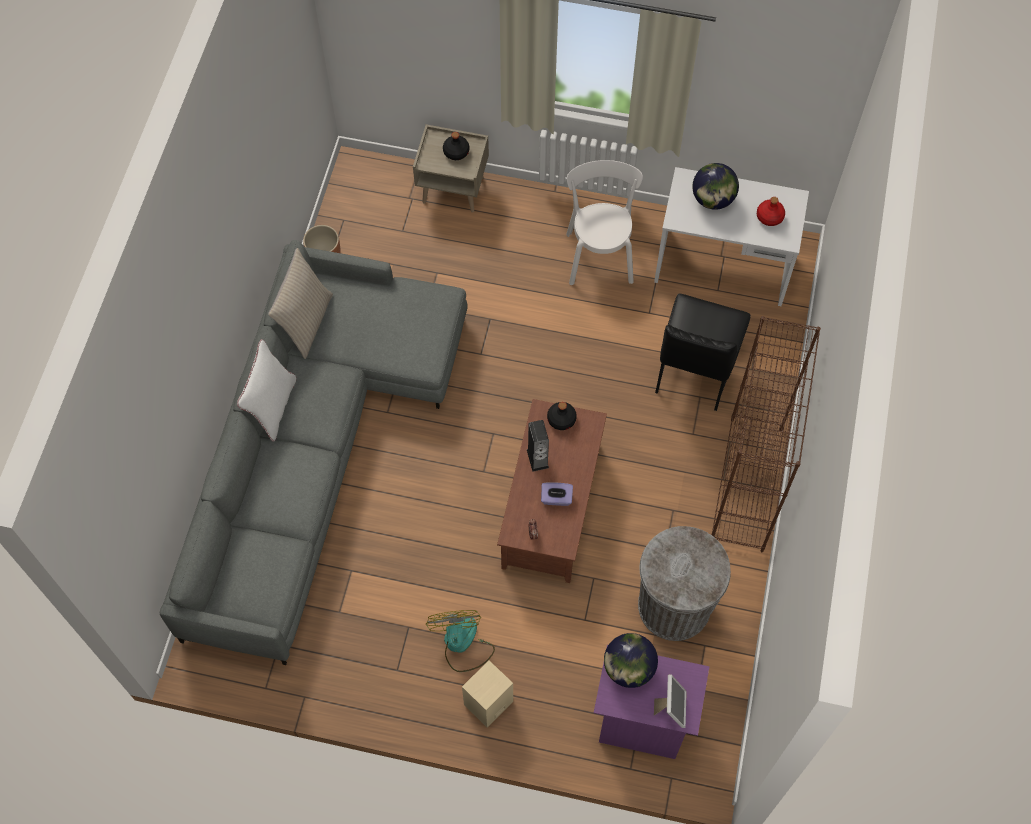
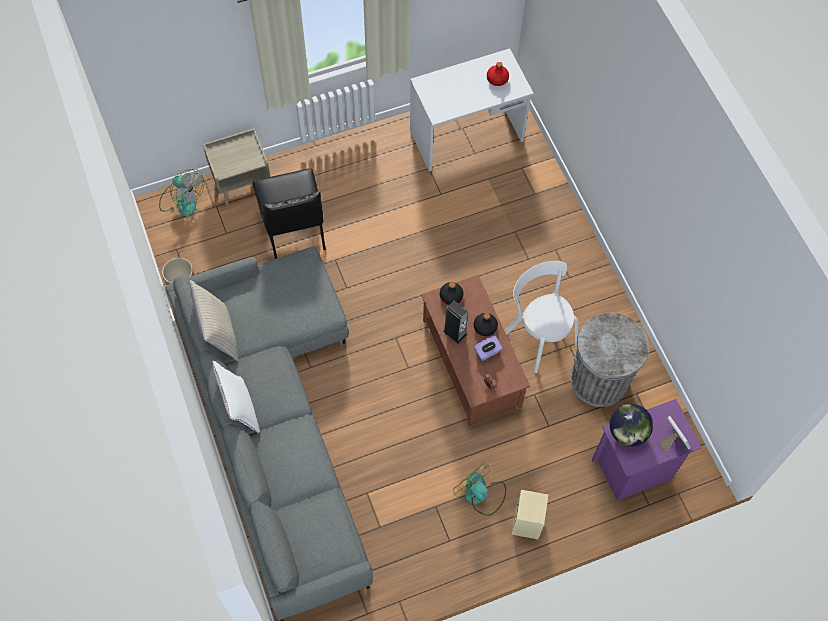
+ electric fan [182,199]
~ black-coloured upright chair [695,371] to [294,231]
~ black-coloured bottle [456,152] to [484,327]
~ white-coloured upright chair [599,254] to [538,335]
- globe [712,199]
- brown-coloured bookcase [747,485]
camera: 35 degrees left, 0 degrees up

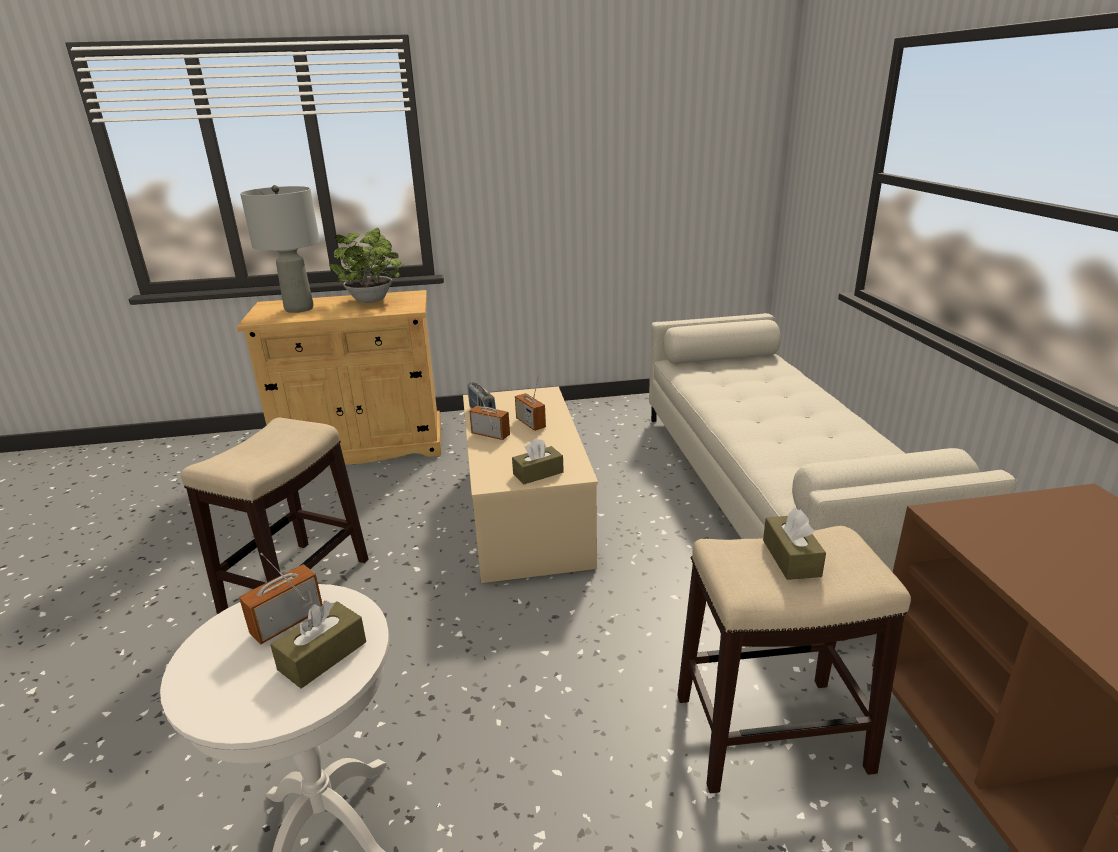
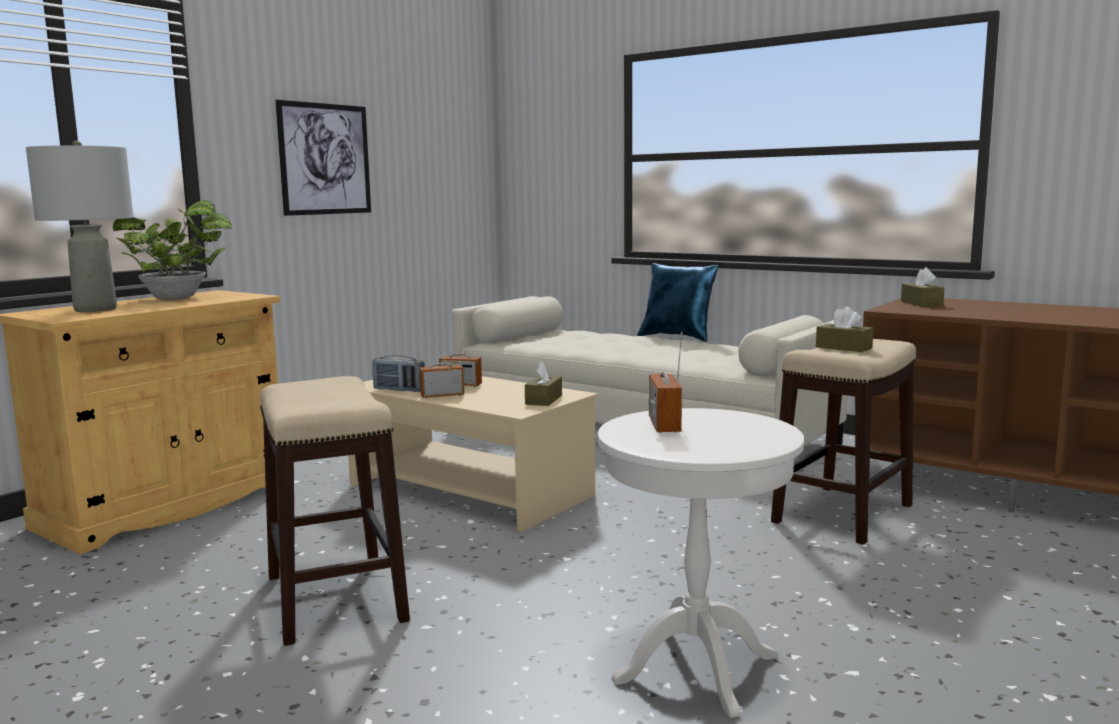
+ wall picture [325,159]
+ blue-coloured throw pillow [678,337]
~ brown-coloured tissue holder [322,656] to [921,303]
camera: 45 degrees left, 15 degrees down

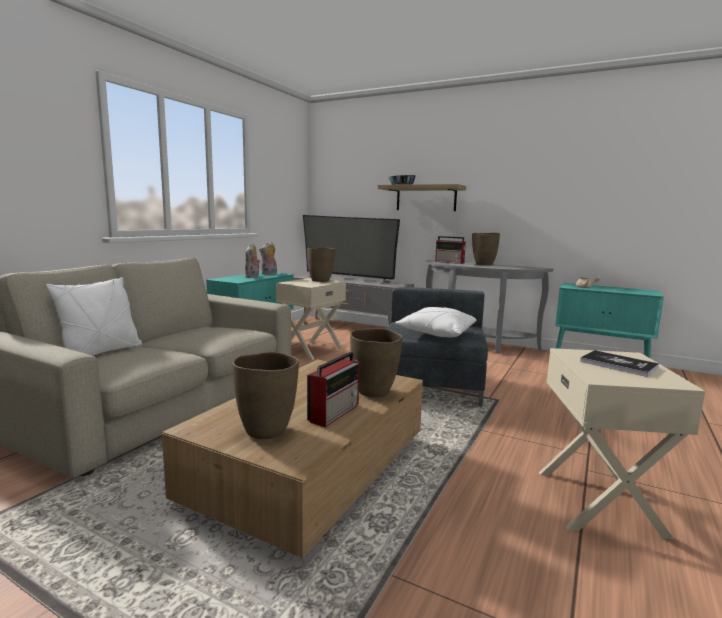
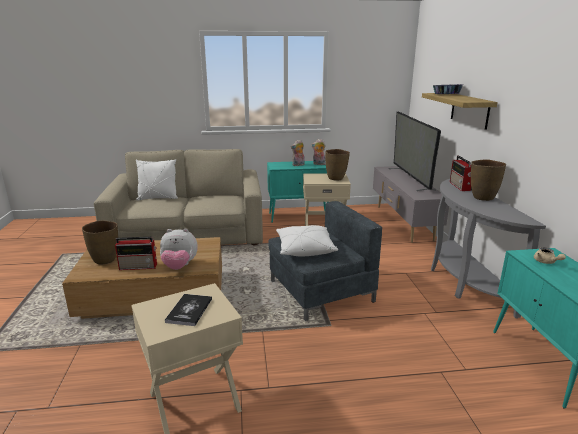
~ brown-coloured vase [374,392] to soft toy [179,266]
camera: 55 degrees right, 10 degrees up

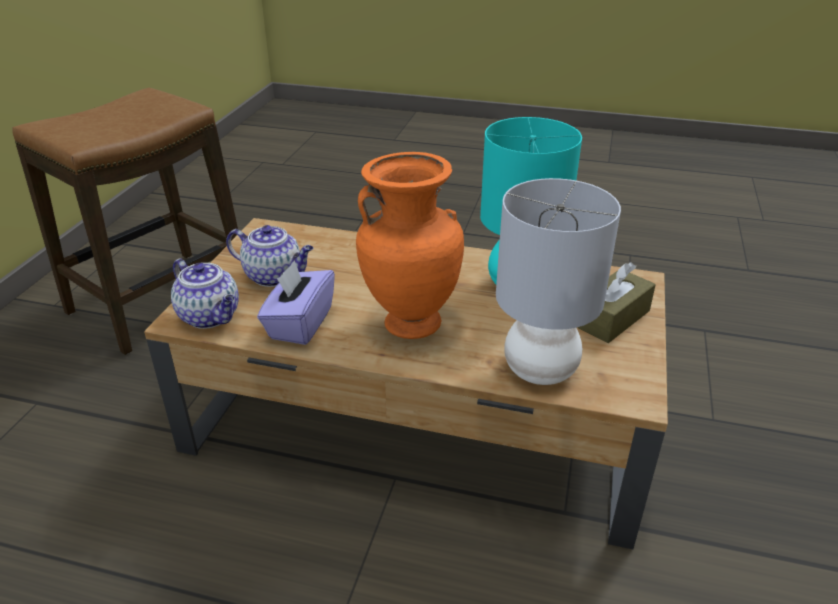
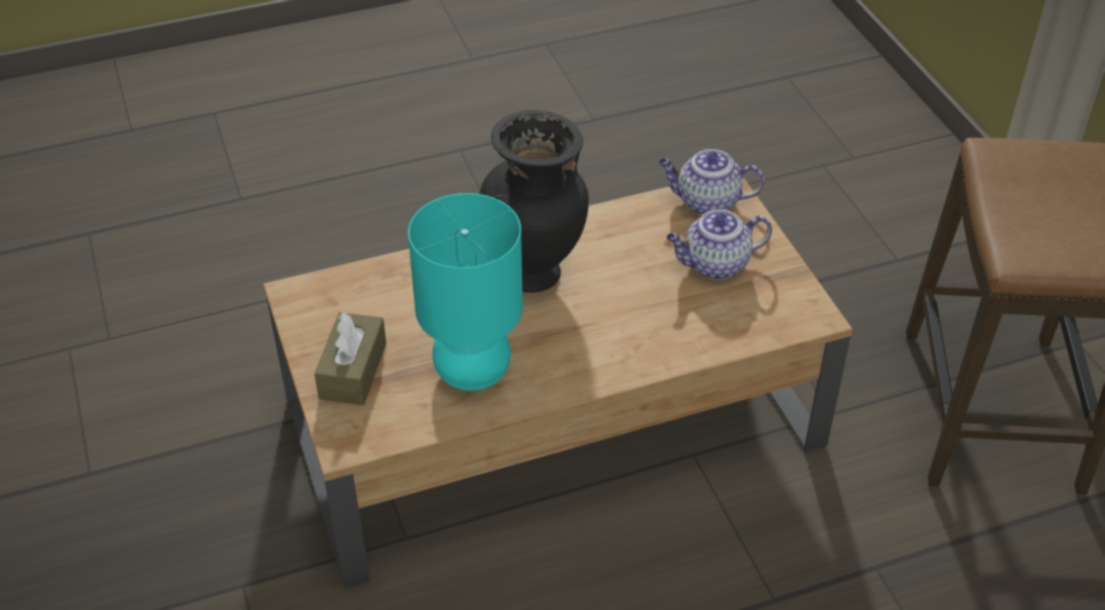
~ orange vase [411,323] to black-coloured vase [534,276]
- purple-coloured tissue holder [300,324]
- gray table lamp [539,370]
camera: 145 degrees right, 10 degrees up

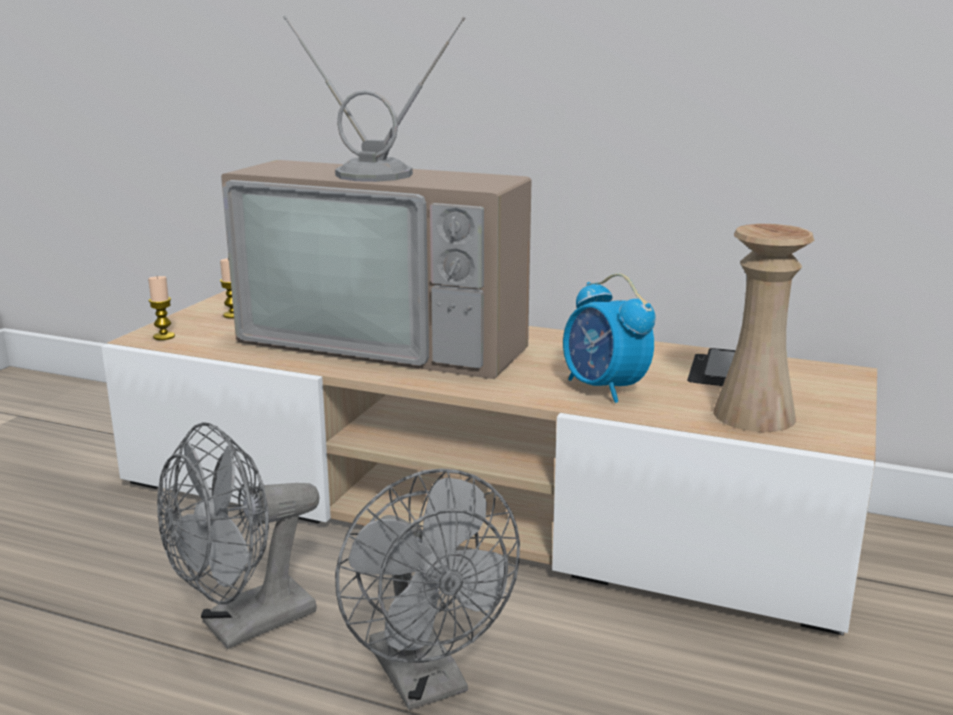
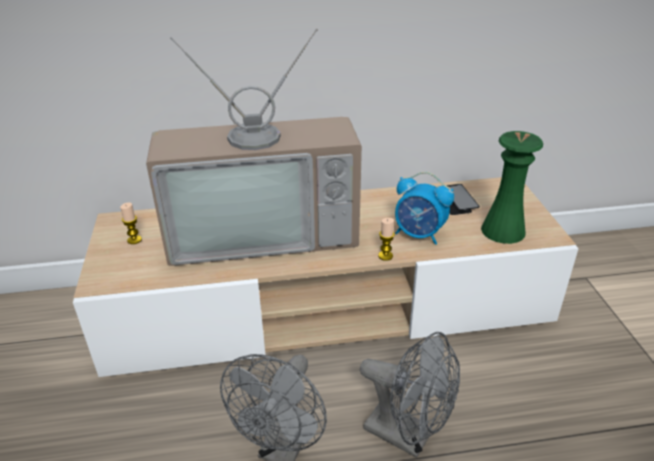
~ wax candle [164,336] to [385,256]
~ sand-coloured vase [754,415] to green vase [503,230]
camera: 30 degrees left, 15 degrees up

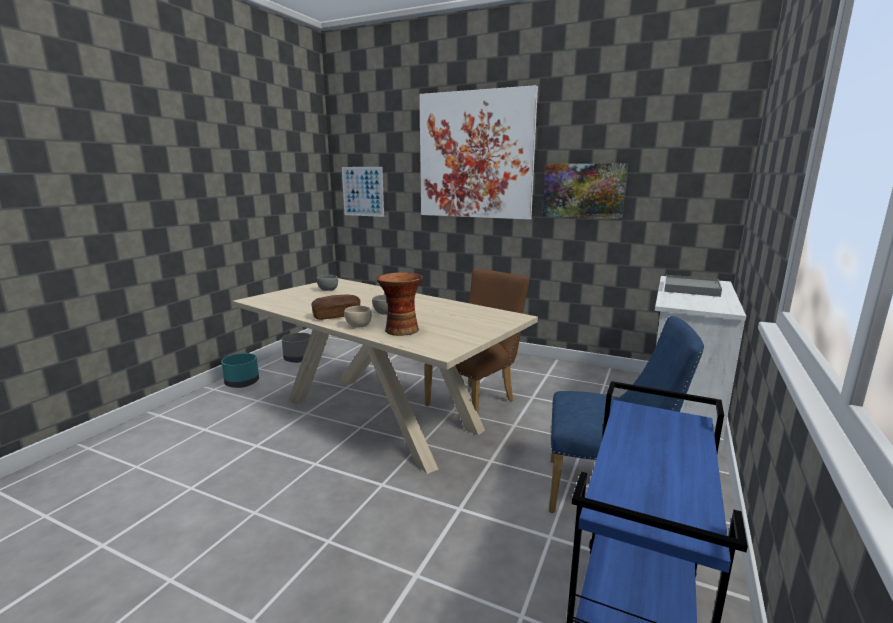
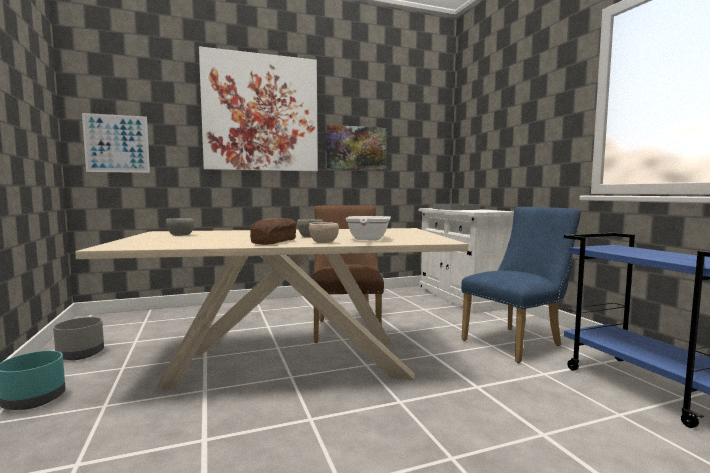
~ vase [400,330] to frying pan [367,240]
camera: 45 degrees left, 10 degrees down

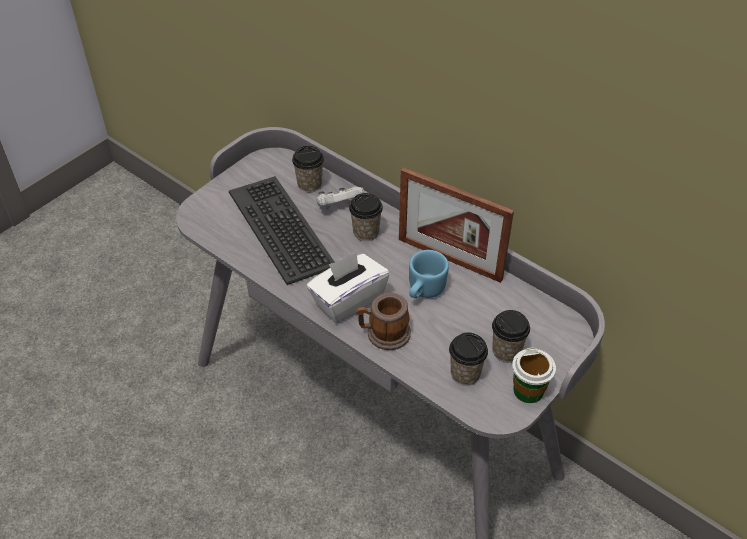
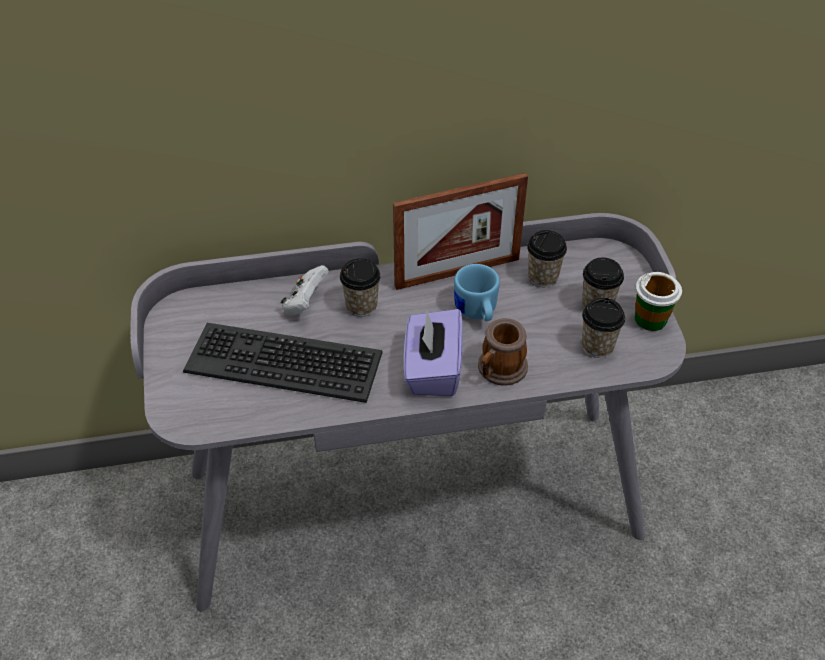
~ white-coloured tissue holder [348,300] to purple-coloured tissue holder [432,370]
~ small cup [309,184] to [543,277]
camera: 50 degrees left, 0 degrees up

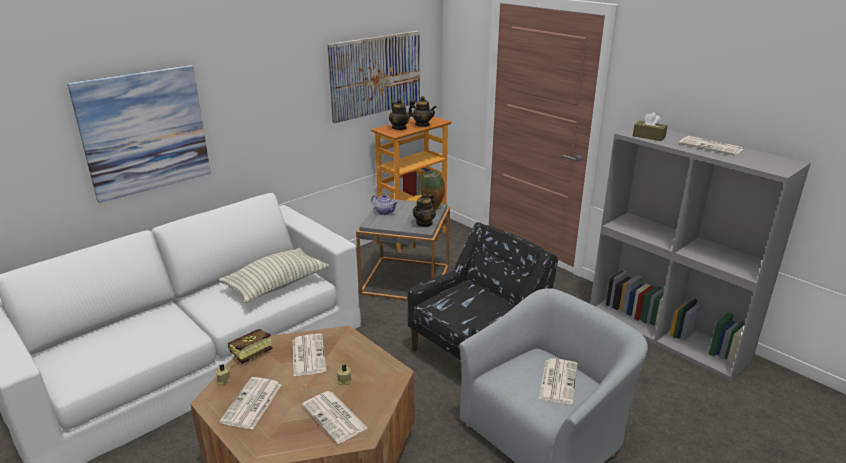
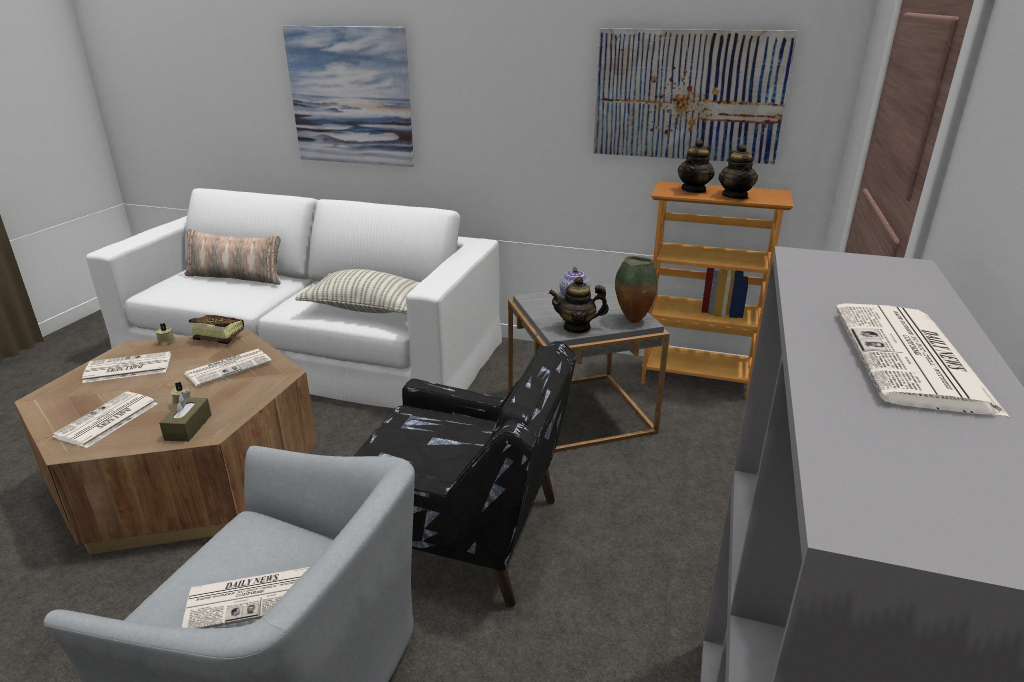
~ brown-coloured tissue holder [649,136] to [188,427]
+ throw pillow [236,277]
camera: 60 degrees right, 0 degrees up

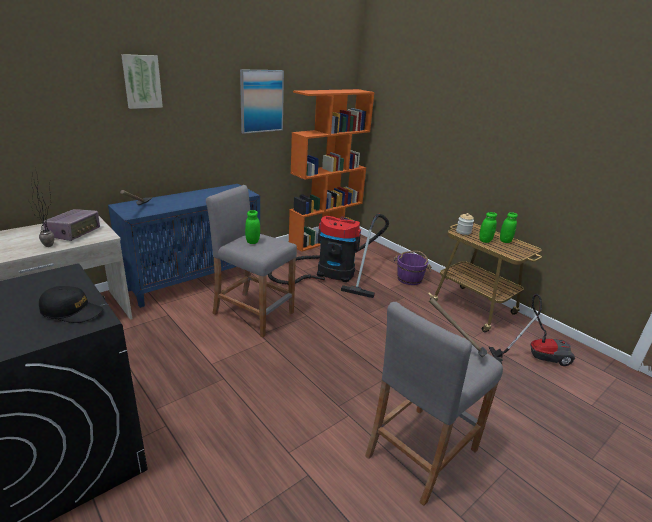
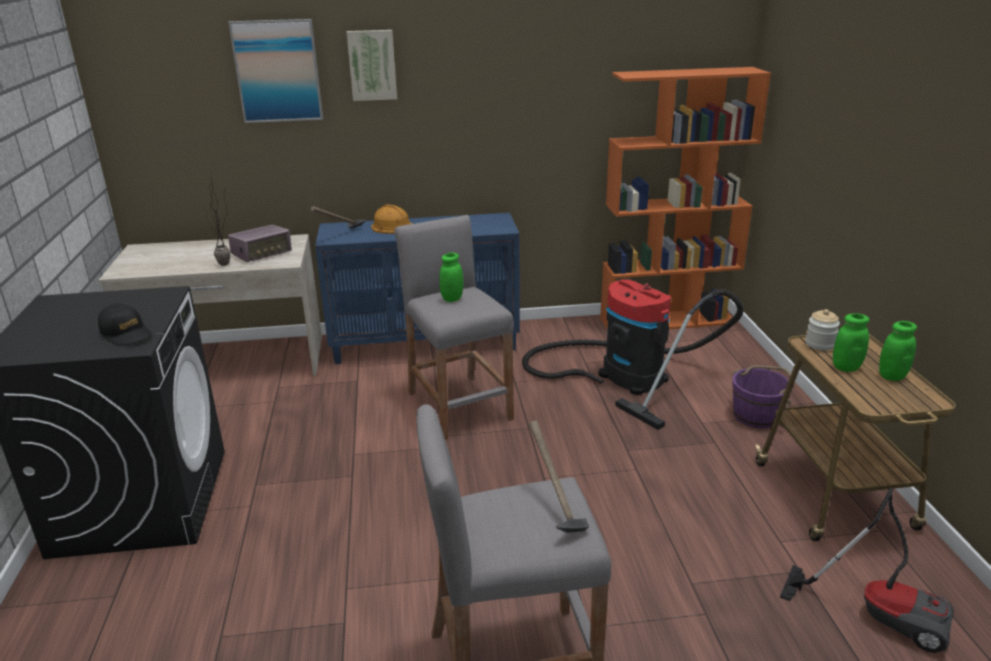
~ wall picture [261,101] to [277,71]
+ orange work helmet [395,227]
camera: 35 degrees right, 0 degrees up

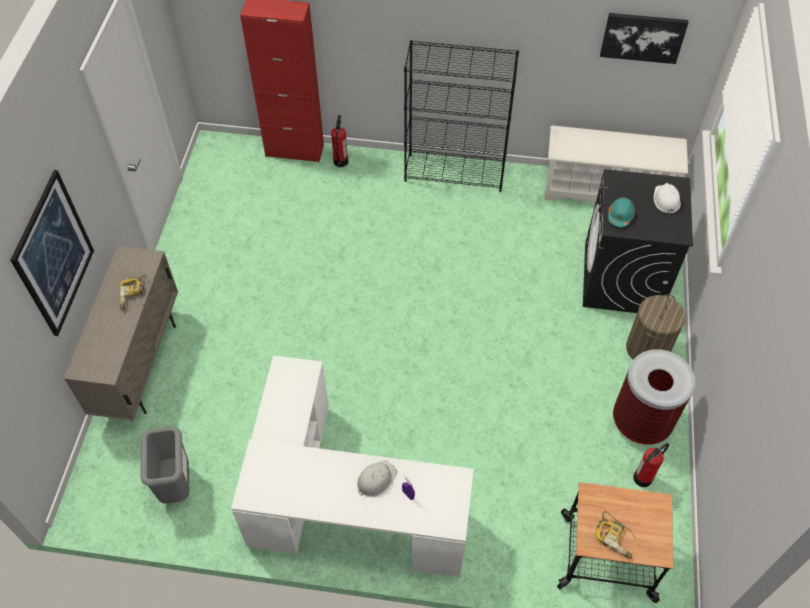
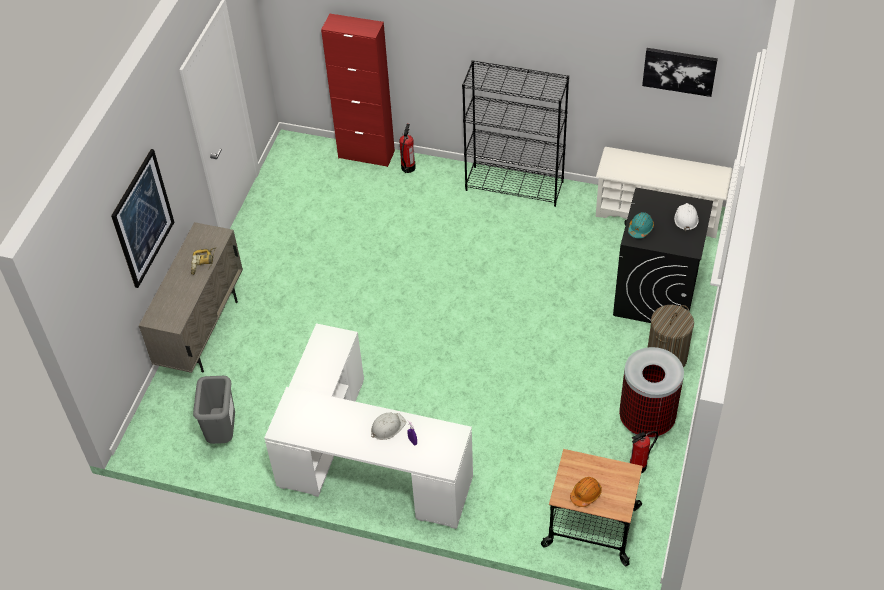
~ power drill [615,537] to orange work helmet [585,494]
camera: 10 degrees right, 5 degrees down

